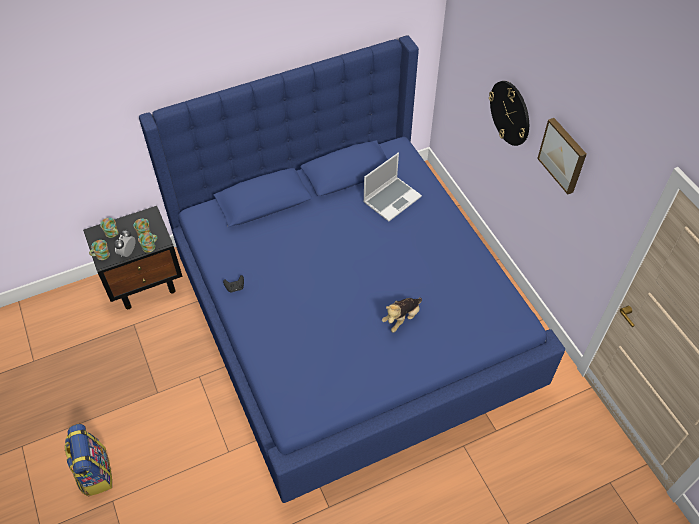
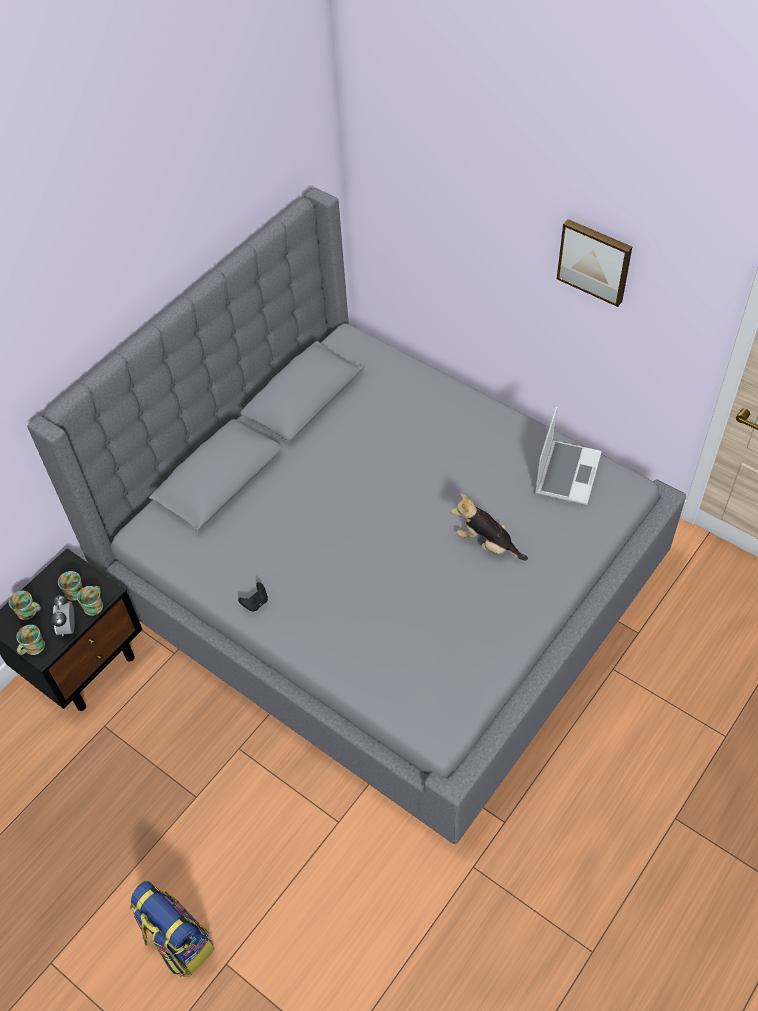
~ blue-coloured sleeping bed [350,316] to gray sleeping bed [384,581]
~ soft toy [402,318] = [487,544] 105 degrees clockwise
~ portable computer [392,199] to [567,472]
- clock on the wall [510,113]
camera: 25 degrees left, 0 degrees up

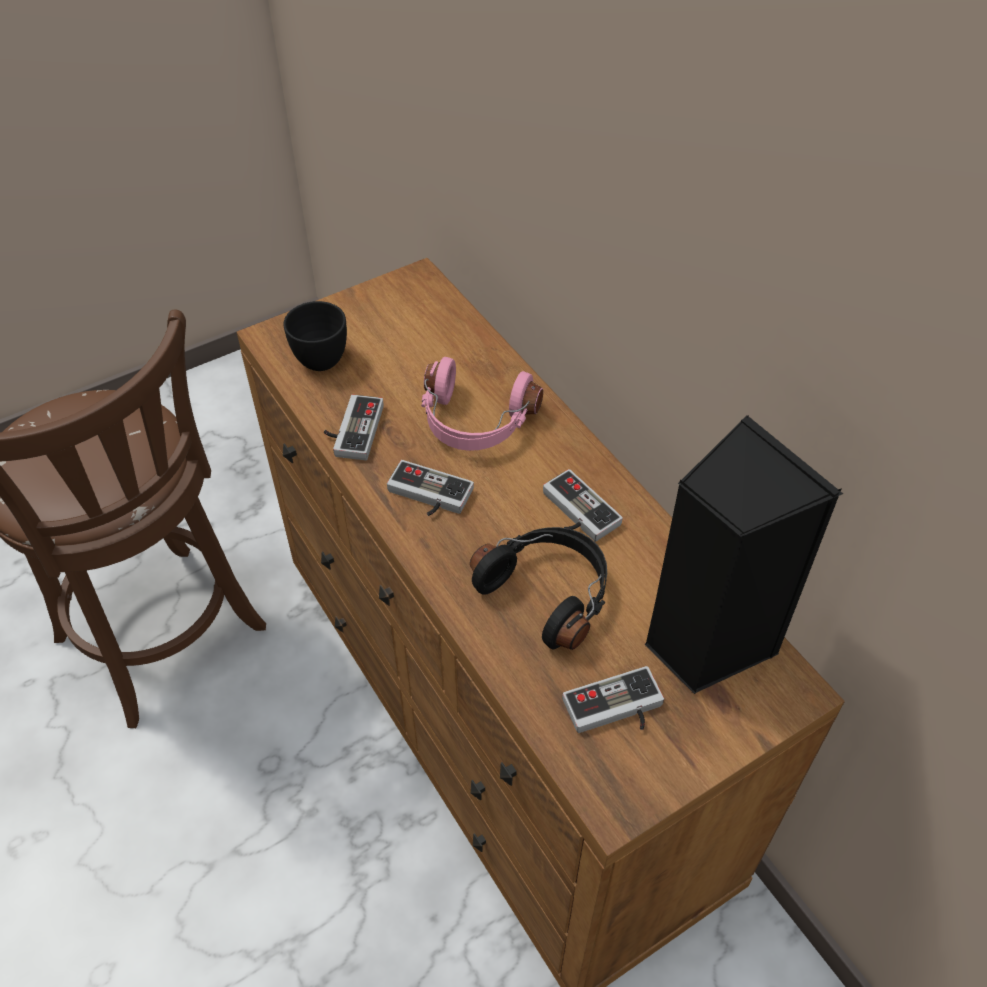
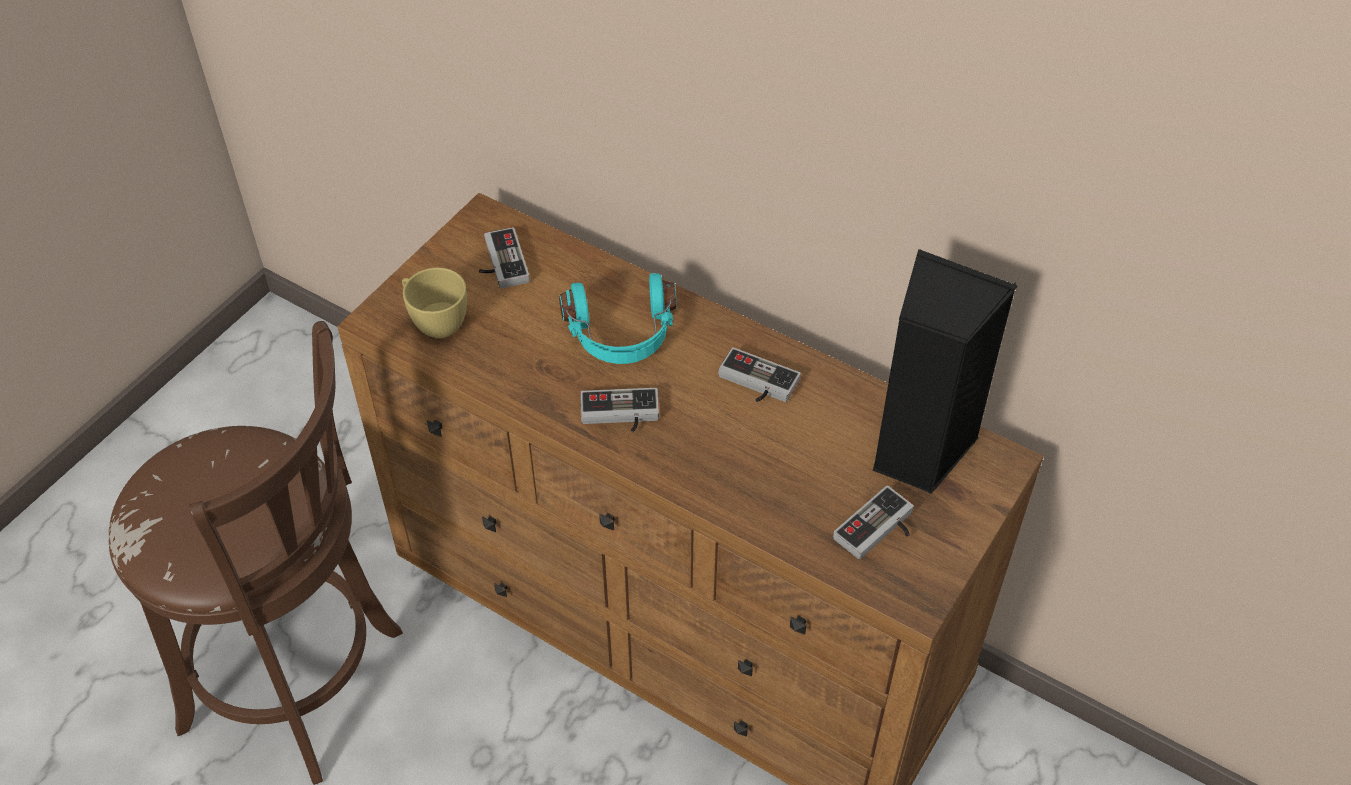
~ black-coloured small cup [318,355] to yellowish small cup [435,322]
~ game controller [351,430] to [499,263]
~ pink headset [475,422] to turquoise headset [622,335]
- black-coloured headset [548,592]
camera: 25 degrees left, 0 degrees up

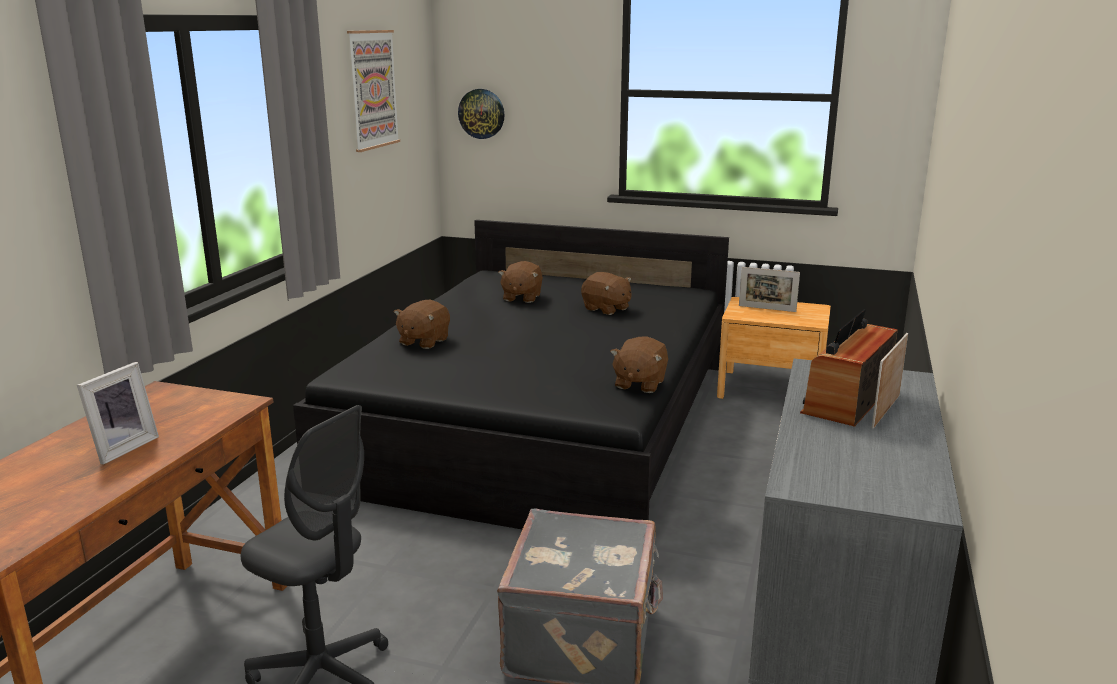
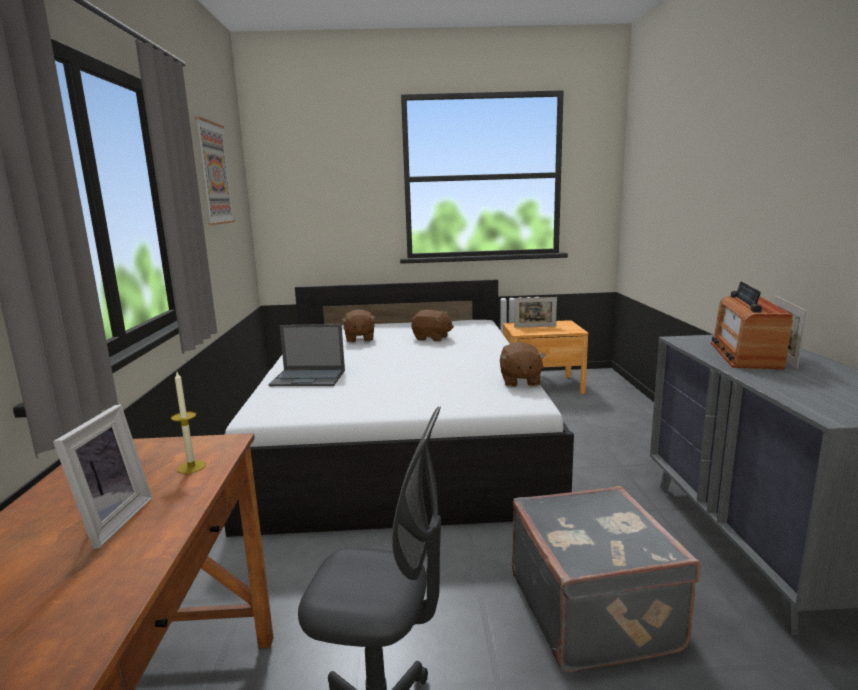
+ wax candle [191,467]
~ black-coloured sleeping bed [542,421] to white-coloured sleeping bed [400,434]
~ brown-coloured soft toy [423,341] to portable computer [309,378]
- clock on the wall [481,113]
camera: 20 degrees left, 5 degrees down

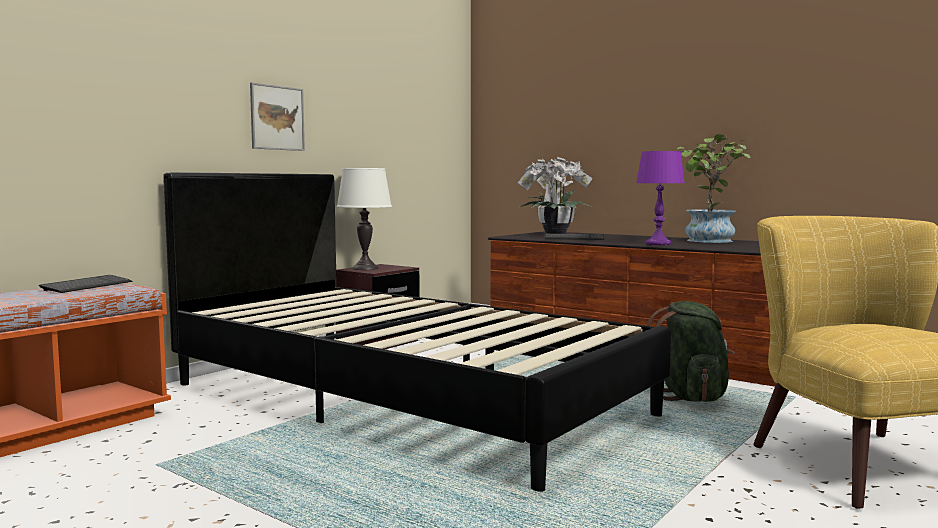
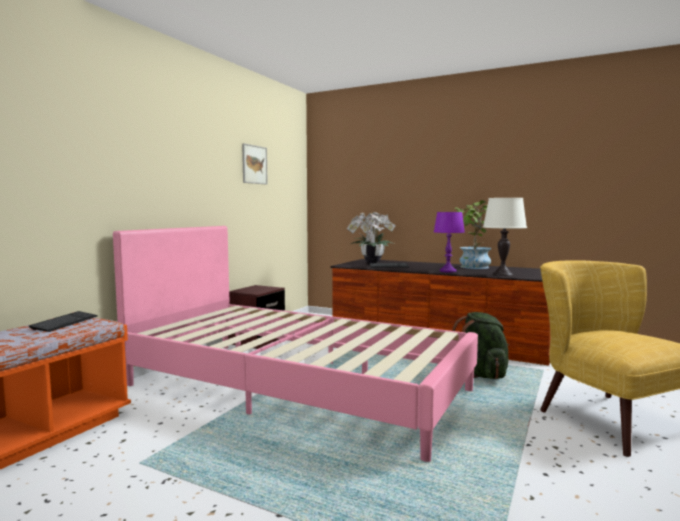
~ black-coloured sleeping bed [402,398] to pink sleeping bed [295,387]
~ wall picture [277,118] to [254,164]
~ white-coloured table lamp [365,268] to [502,274]
camera: 10 degrees left, 0 degrees up

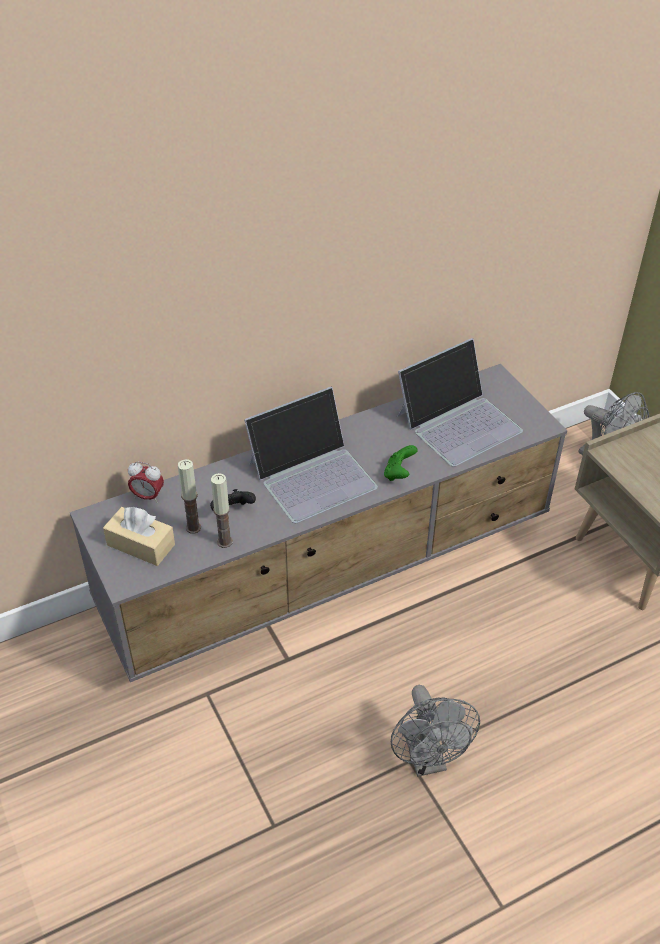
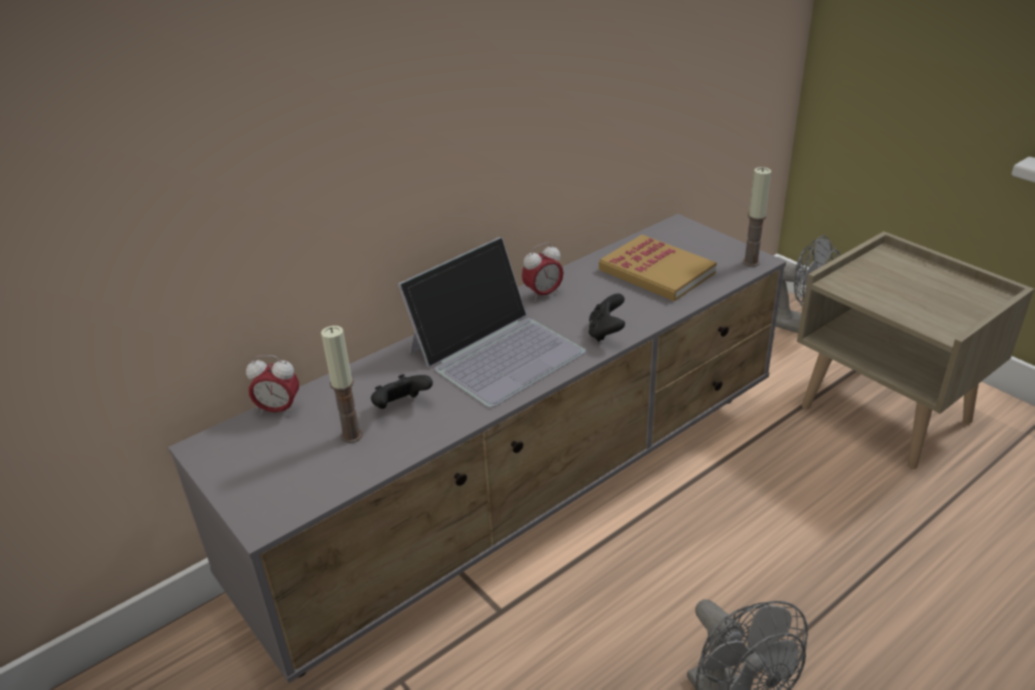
+ bedside clock [543,294]
~ green game controller [399,473] to black-coloured game controller [606,332]
~ portable computer [459,422] to book [656,271]
~ wax candle [224,542] to [751,262]
- sand-coloured tissue holder [141,545]
camera: 10 degrees left, 10 degrees down

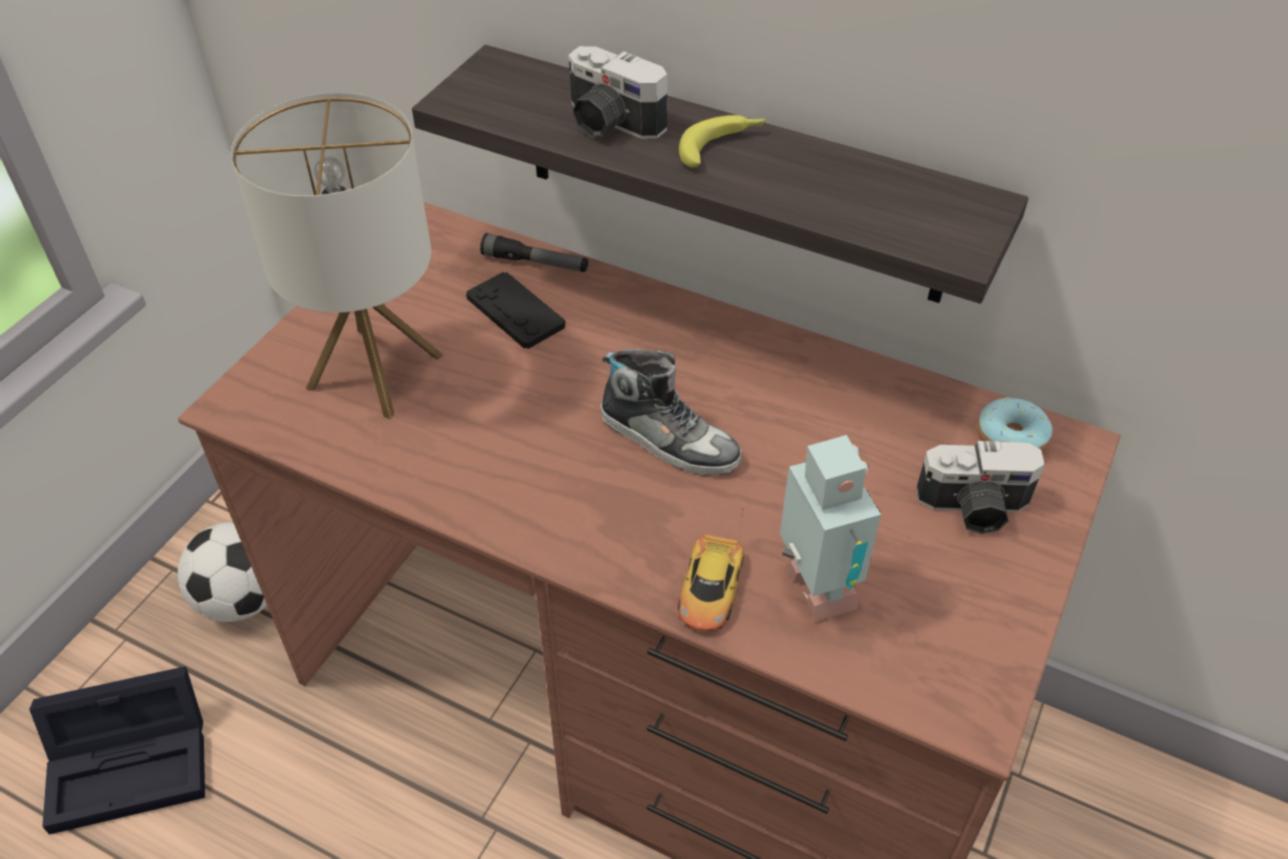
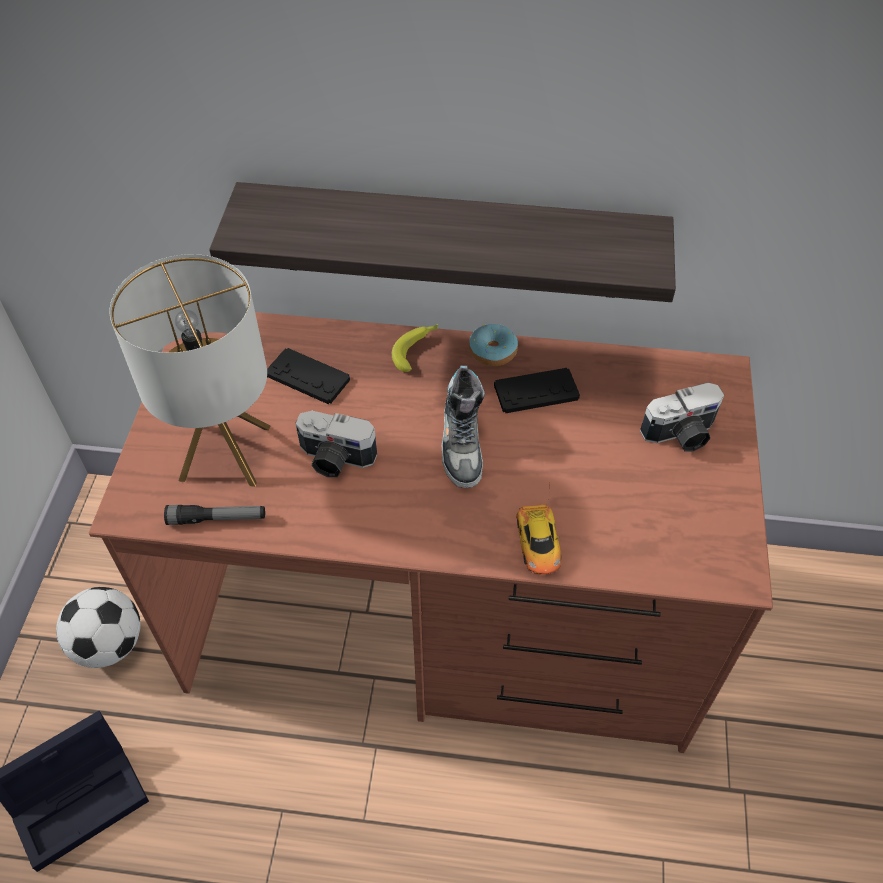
~ flashlight [535,263] to [217,519]
~ photo camera [609,123] to [335,459]
~ whole banana [722,146] to [417,349]
~ shoe [669,439] = [462,443] 75 degrees clockwise
~ ring doughnut [1010,438] to [492,351]
+ black-coloured game controller [536,392]
- model robot [815,593]
camera: 20 degrees left, 5 degrees up

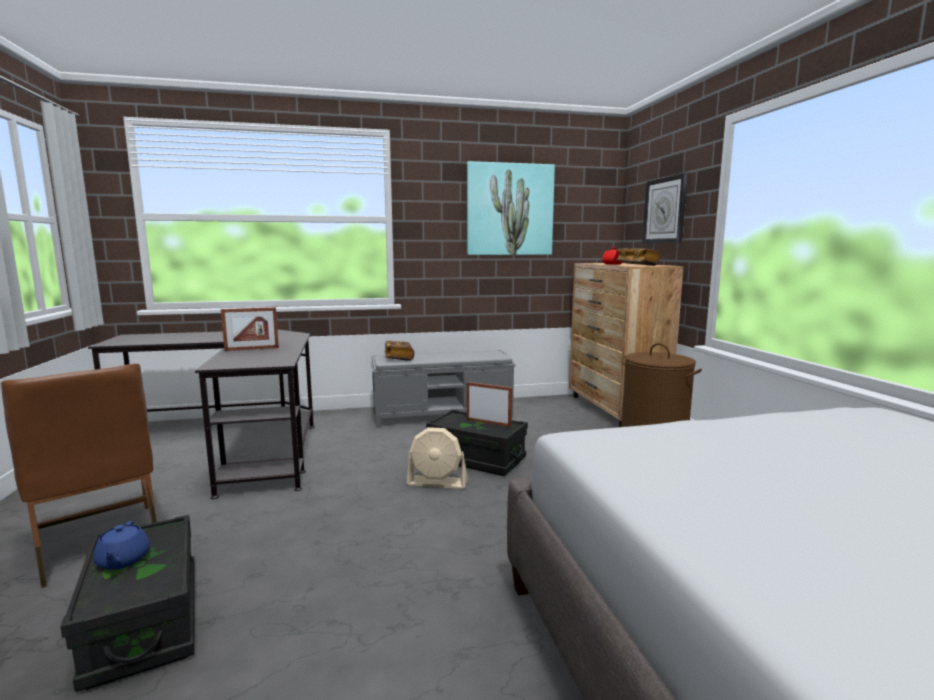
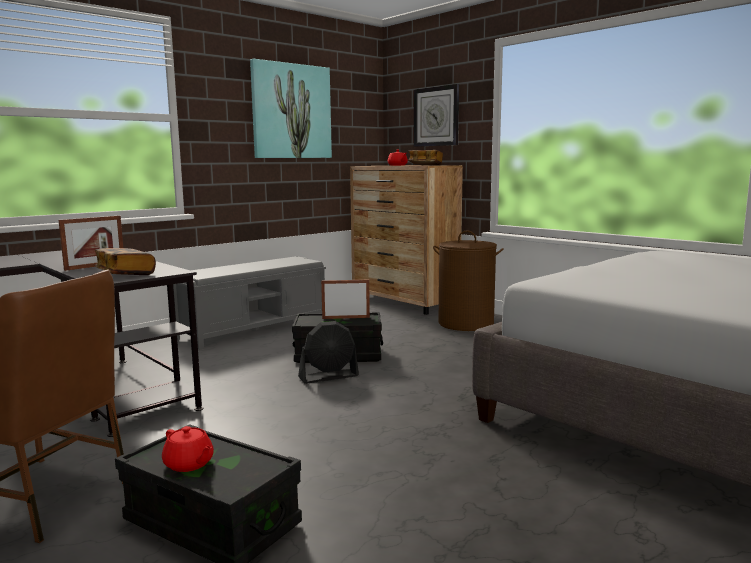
~ book [399,358] to [125,274]
~ blue-coloured teapot [122,561] to red teapot [189,464]
~ sand-coloured electric fan [437,482] to black-coloured electric fan [329,377]
camera: 30 degrees left, 0 degrees up

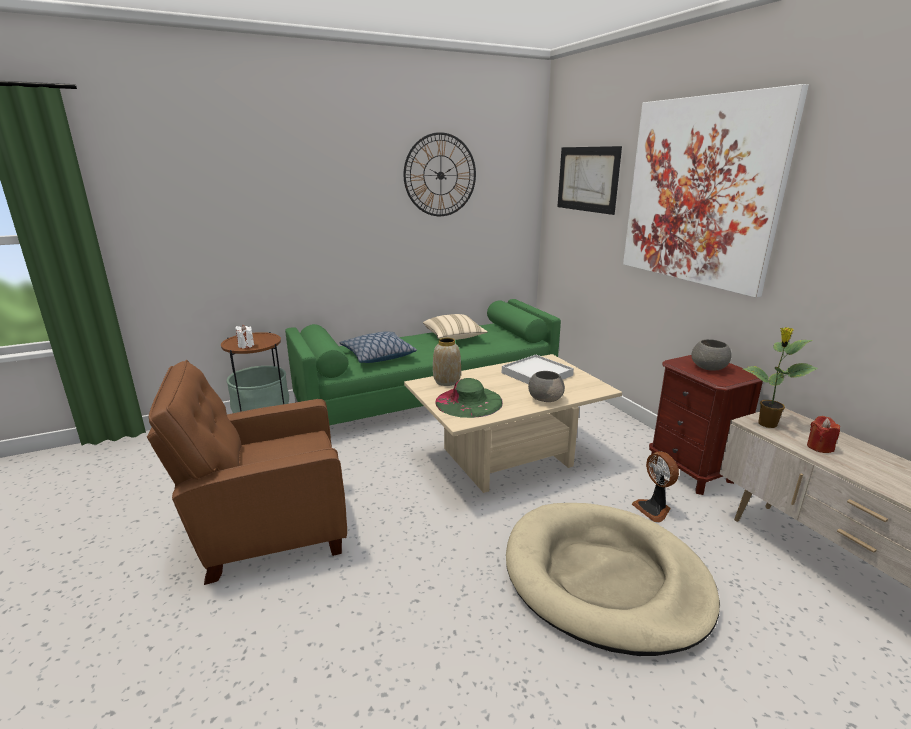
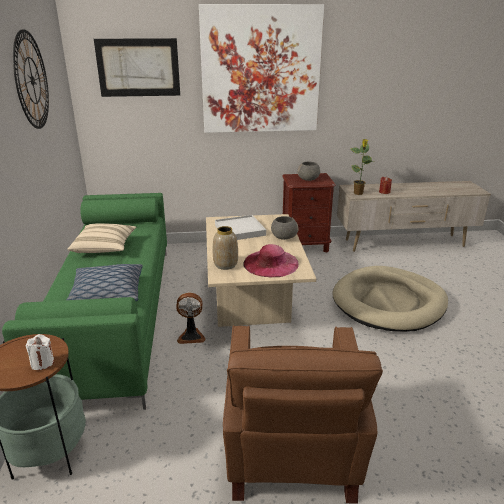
~ electric fan [653,509] to [191,336]
~ green hat [468,402] to pink hat [271,263]
camera: 70 degrees left, 5 degrees up

